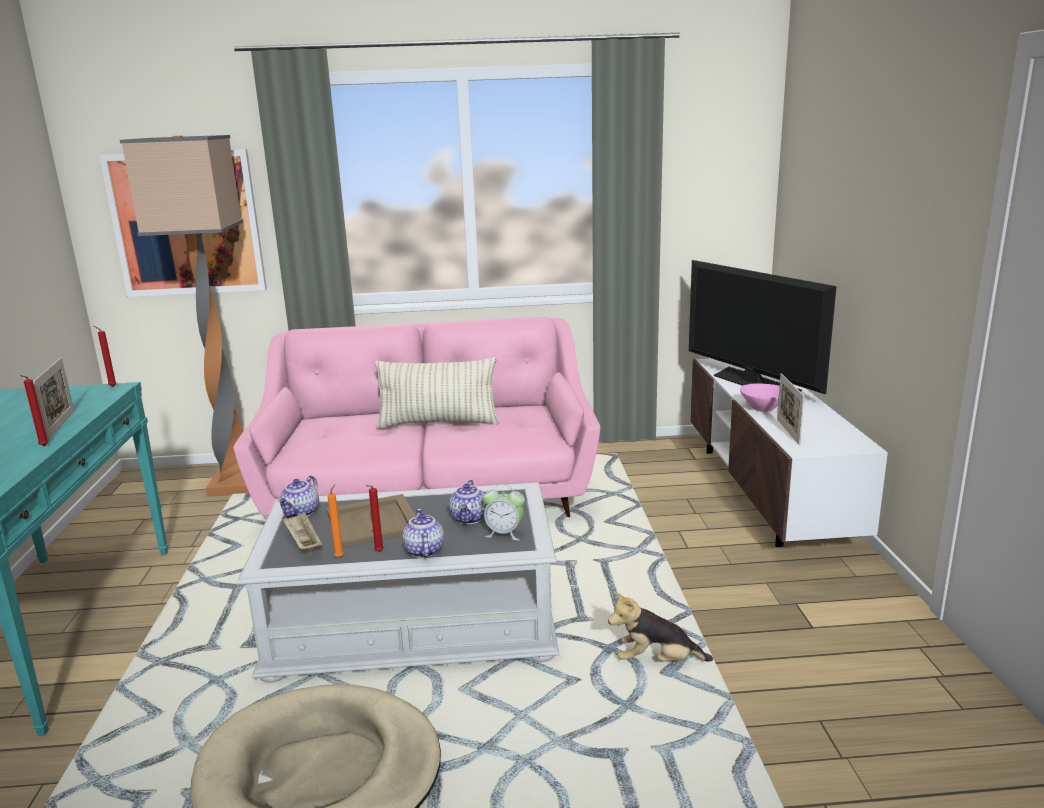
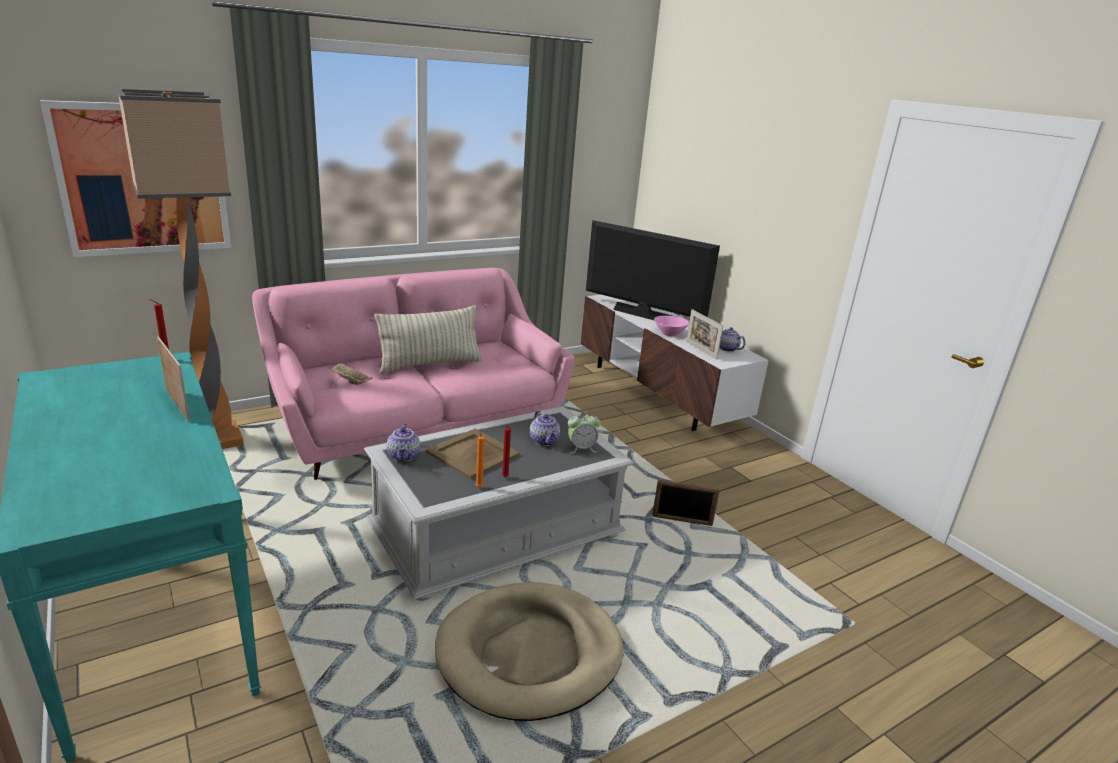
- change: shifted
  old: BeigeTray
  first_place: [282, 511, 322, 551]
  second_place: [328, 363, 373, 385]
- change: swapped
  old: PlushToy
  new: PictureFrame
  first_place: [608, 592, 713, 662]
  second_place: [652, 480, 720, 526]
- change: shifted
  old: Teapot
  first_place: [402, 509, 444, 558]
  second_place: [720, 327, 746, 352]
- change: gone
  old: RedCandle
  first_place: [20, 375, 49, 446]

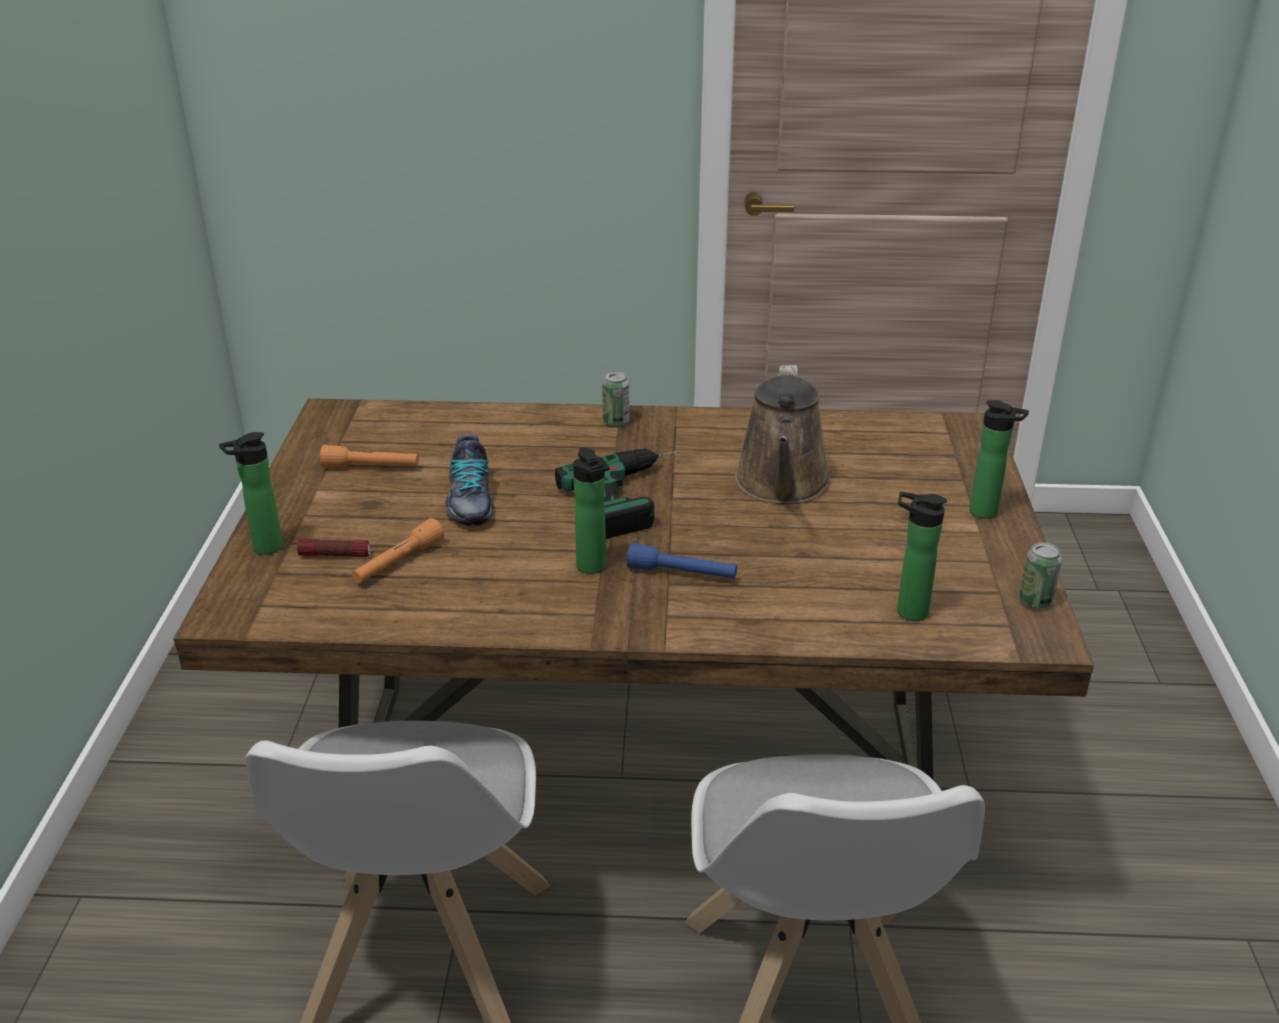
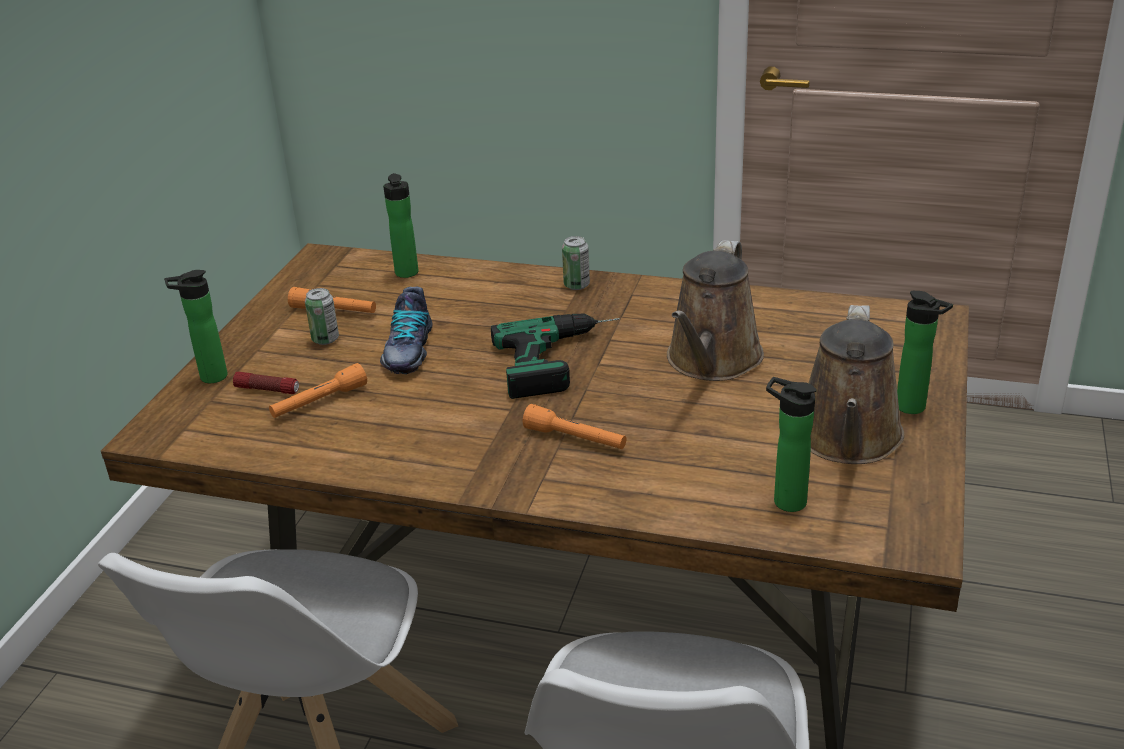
- change: shifted
  old: Can
  first_place: [1019, 542, 1062, 609]
  second_place: [305, 288, 339, 345]
- change: shifted
  old: Bottle
  first_place: [573, 447, 609, 574]
  second_place: [383, 173, 418, 278]
- change: repainted
  old: BlueFlashlight
  new: OrangeFlashlight
  first_place: [627, 543, 737, 579]
  second_place: [523, 404, 626, 449]
- change: new
  new: BrownWateringCan
  second_place: [809, 305, 904, 464]

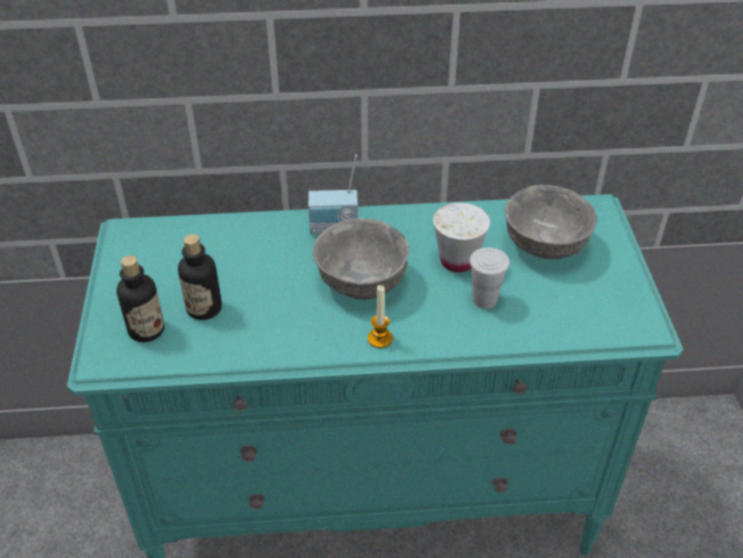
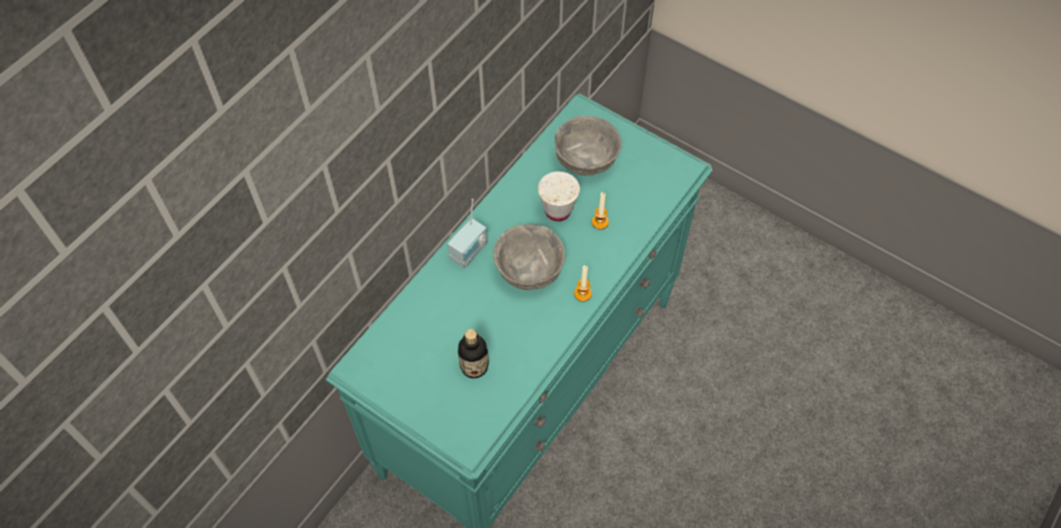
- change: swapped
  old: WhiteCup
  new: Candle
  first_place: [469, 247, 510, 309]
  second_place: [592, 192, 609, 229]
- change: gone
  old: Bottle
  first_place: [117, 255, 165, 342]

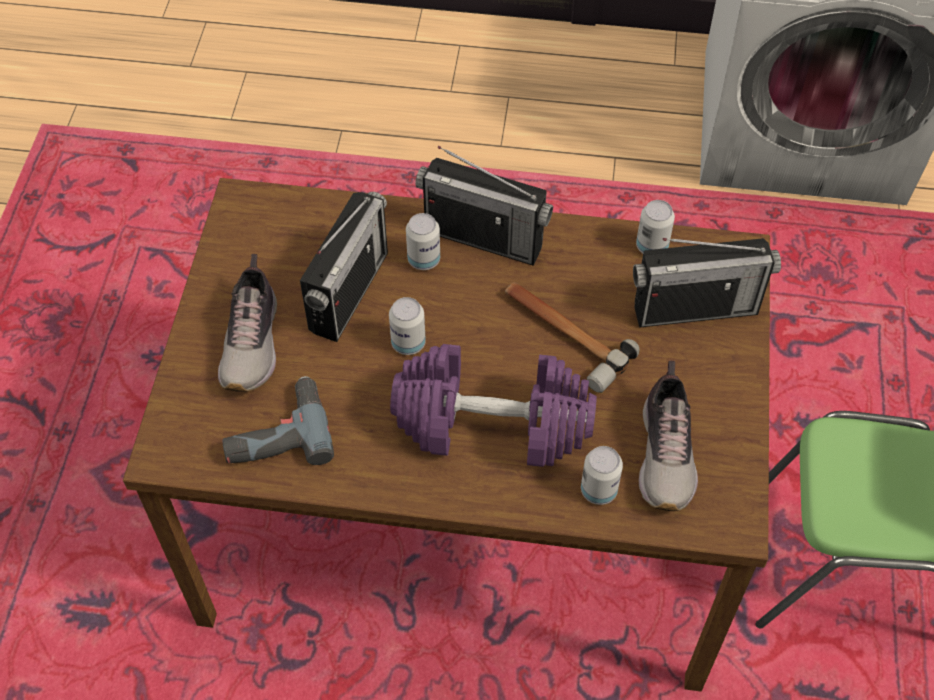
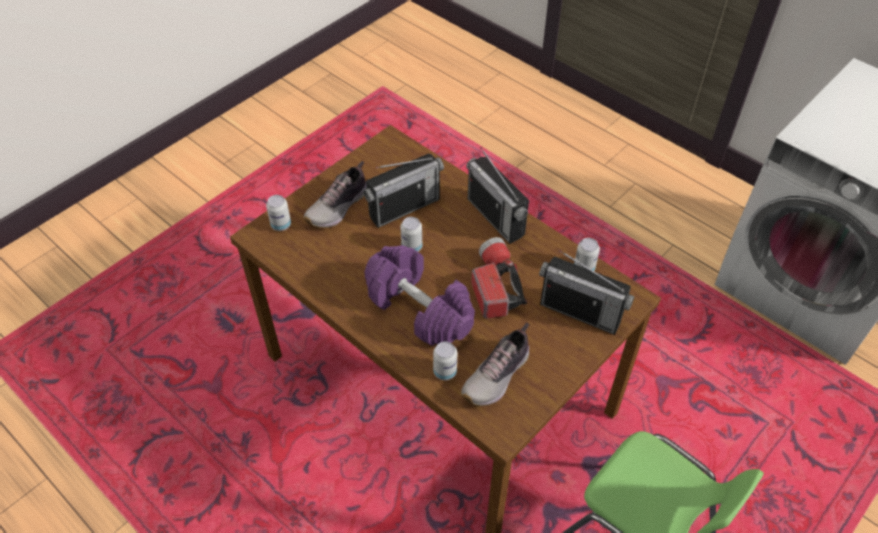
- change: shifted
  old: Can
  first_place: [406, 213, 440, 270]
  second_place: [266, 195, 291, 231]
- change: swapped
  old: Hammer
  new: Flashlight
  first_place: [505, 282, 640, 393]
  second_place: [471, 237, 527, 319]
- change: gone
  old: PowerDrill
  first_place: [222, 376, 334, 465]

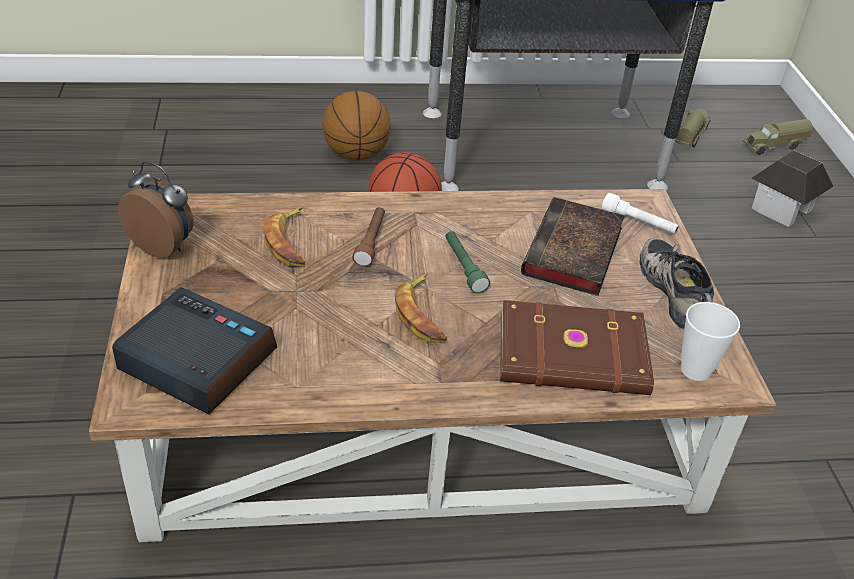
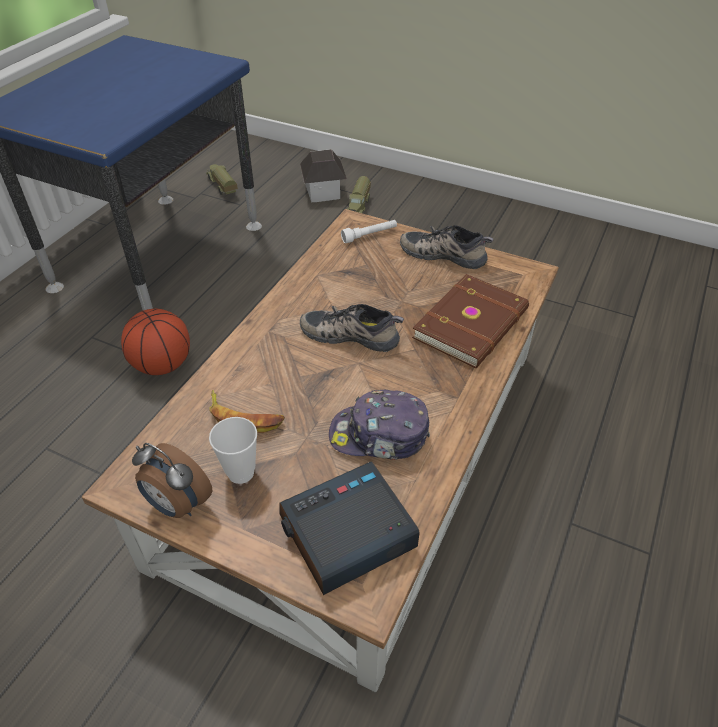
- change: rotated
  old: AlarmClock
  first_place: [118, 161, 194, 258]
  second_place: [132, 443, 213, 518]
  degrees: -120
- change: shifted
  old: Cup
  first_place: [681, 302, 740, 381]
  second_place: [209, 417, 257, 484]
- change: swapped
  old: GreenFlashlight
  new: Shoe
  first_place: [445, 231, 490, 294]
  second_place: [300, 304, 404, 352]
- change: new
  new: Cap
  second_place: [329, 390, 430, 460]
- change: shifted
  old: ToyTruck
  first_place: [743, 119, 813, 155]
  second_place: [346, 176, 371, 213]
- change: gone
  old: Basketball
  first_place: [322, 91, 391, 161]
- change: gone
  old: BrownFlashlight
  first_place: [352, 207, 385, 267]
- change: gone
  old: Banana
  first_place: [395, 273, 447, 343]
- change: gone
  old: Book
  first_place: [521, 197, 625, 296]

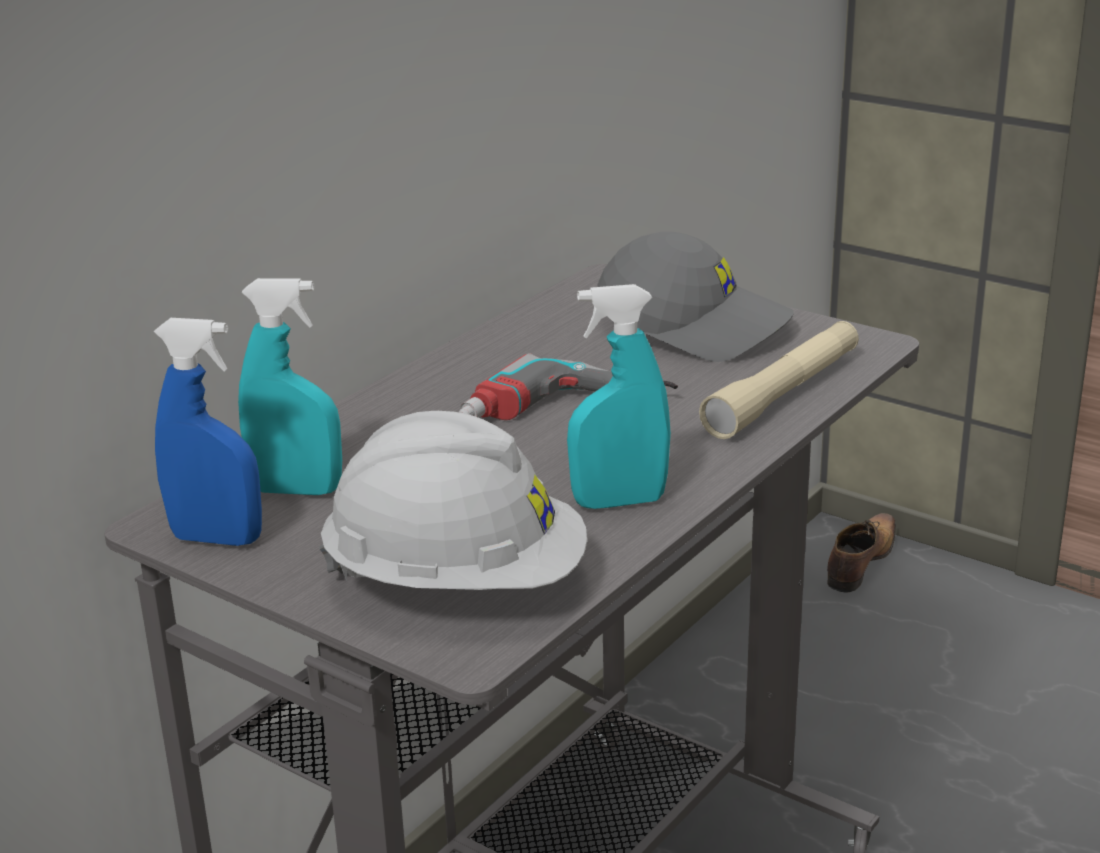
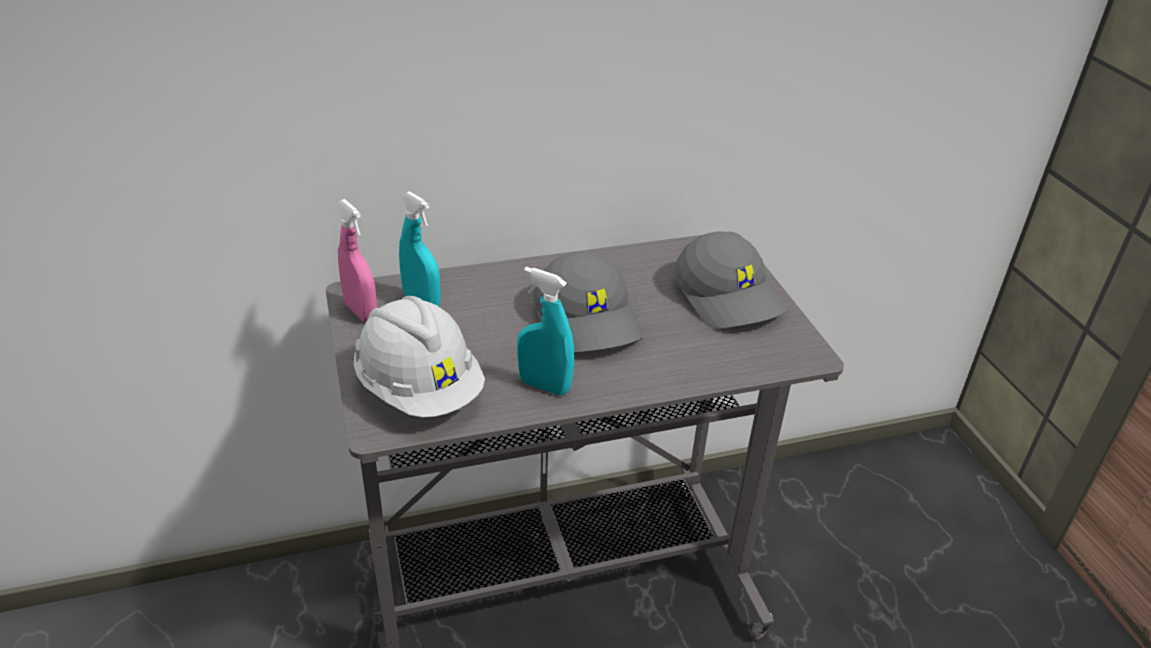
- change: repainted
  old: BlueSprayBottle
  new: PinkSprayBottle
  first_place: [154, 318, 262, 546]
  second_place: [337, 199, 377, 322]
- change: swapped
  old: PowerDrill
  new: GreyCap
  first_place: [459, 353, 678, 420]
  second_place: [533, 252, 643, 353]
- change: gone
  old: BeigeFlashlight
  first_place: [699, 321, 859, 439]
- change: gone
  old: Shoe
  first_place: [827, 513, 896, 592]

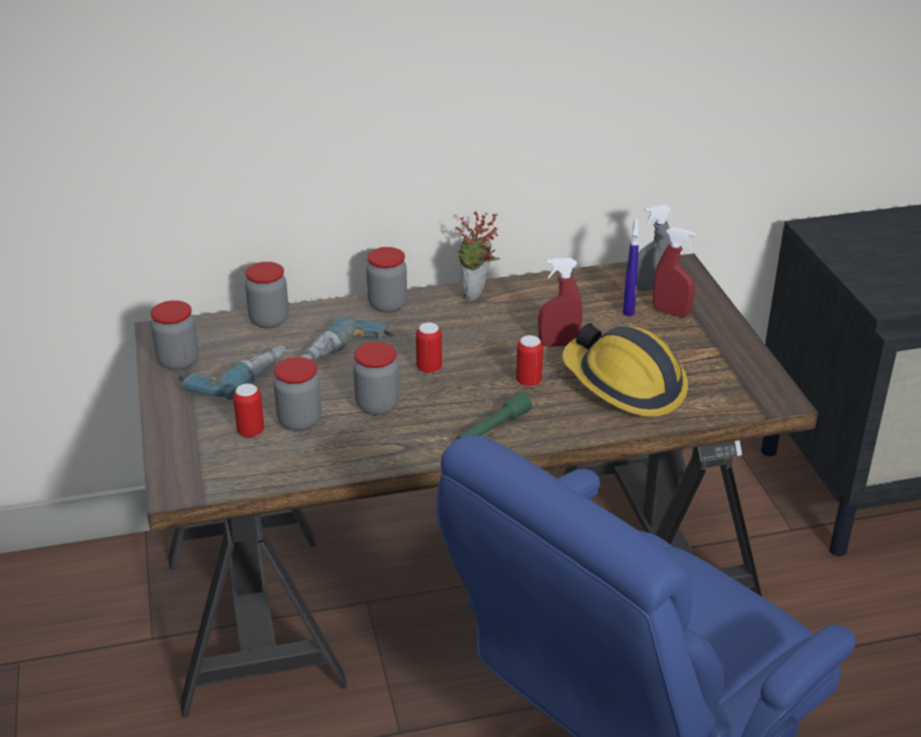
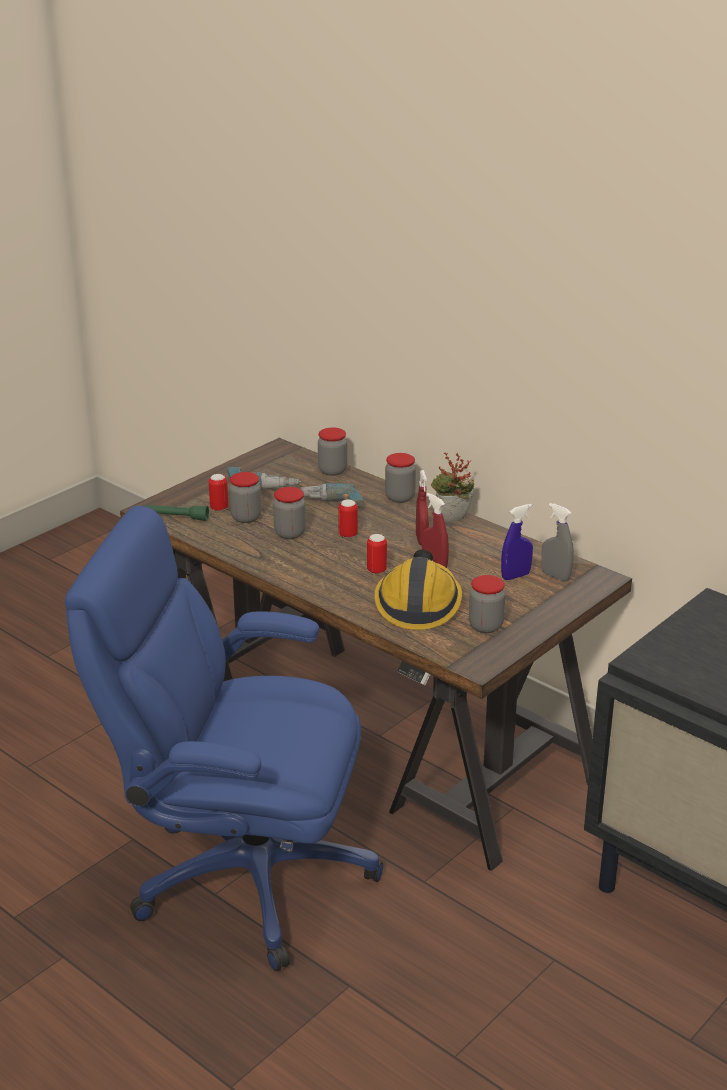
- change: shifted
  old: GreenFlashlight
  first_place: [456, 392, 532, 440]
  second_place: [145, 505, 209, 521]
- change: shifted
  old: RedSprayBottle
  first_place: [653, 227, 696, 317]
  second_place: [416, 470, 429, 546]
- change: shifted
  old: Jar
  first_place: [151, 300, 199, 370]
  second_place: [469, 575, 505, 633]

